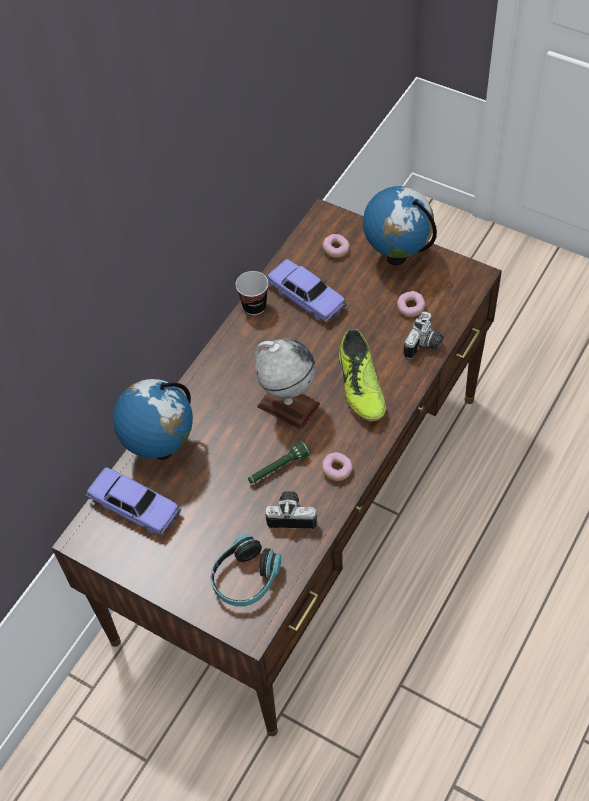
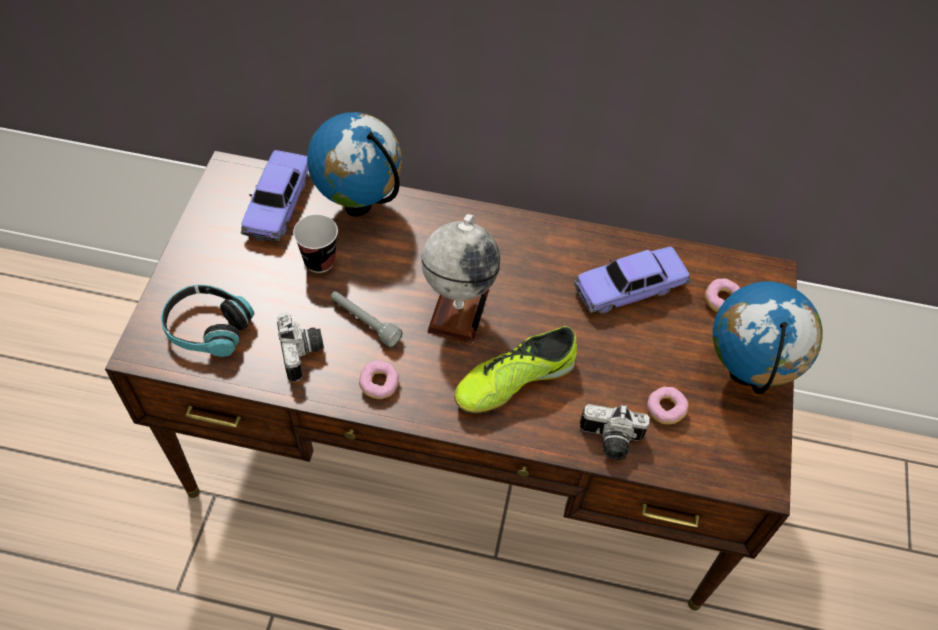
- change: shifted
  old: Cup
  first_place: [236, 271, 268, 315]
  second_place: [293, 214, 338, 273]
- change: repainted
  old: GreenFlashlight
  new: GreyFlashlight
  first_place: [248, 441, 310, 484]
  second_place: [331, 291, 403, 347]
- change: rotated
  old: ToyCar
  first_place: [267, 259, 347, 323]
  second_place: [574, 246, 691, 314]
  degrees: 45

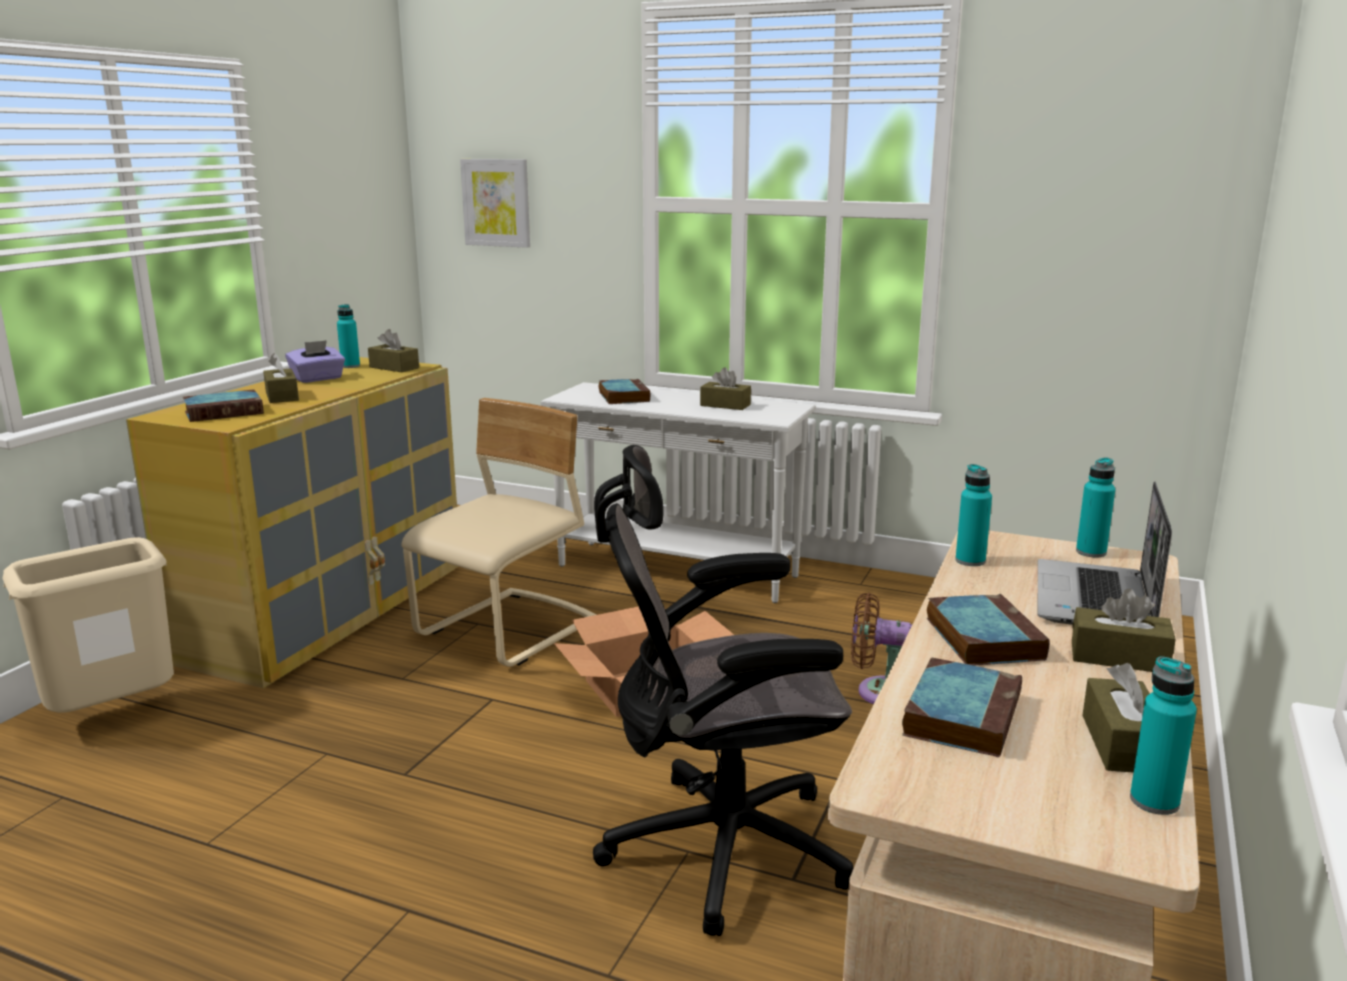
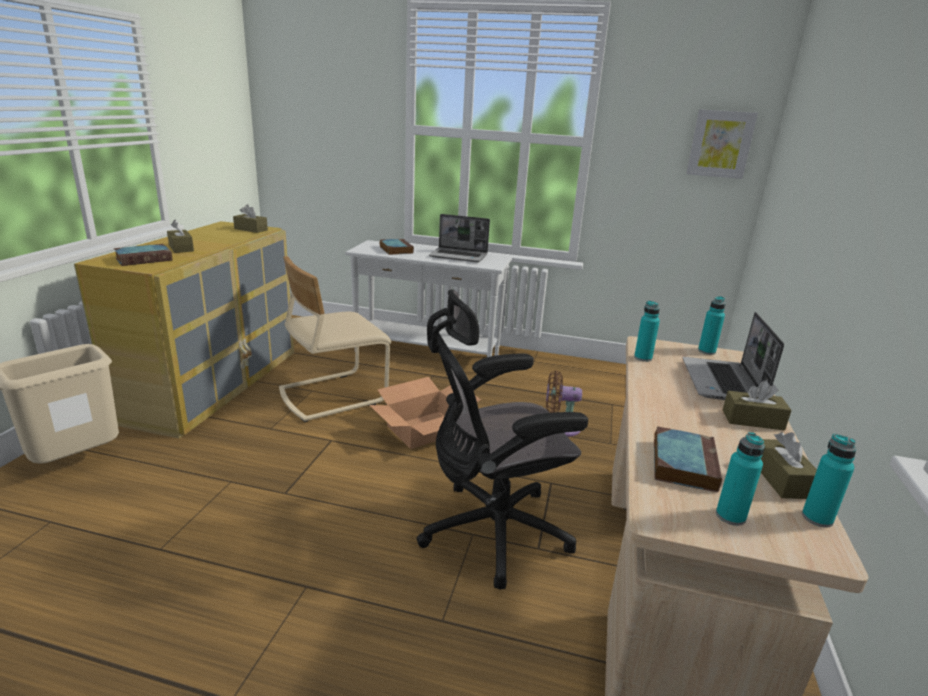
- change: rotated
  old: BeigeChair
  first_place: [401, 398, 597, 667]
  second_place: [279, 256, 391, 422]
  degrees: -150
- change: swapped
  old: BrownTissueBox
  new: Laptop
  first_place: [700, 367, 751, 410]
  second_place: [429, 214, 490, 262]
- change: shifted
  old: Picture
  first_place: [460, 159, 530, 248]
  second_place: [686, 109, 758, 179]
- change: shifted
  old: TurquoiseBottle
  first_place: [337, 304, 360, 368]
  second_place: [716, 432, 765, 526]
- change: gone
  old: PurpleTissueBox
  first_place: [286, 340, 345, 383]
- change: gone
  old: Book
  first_place: [927, 594, 1050, 666]

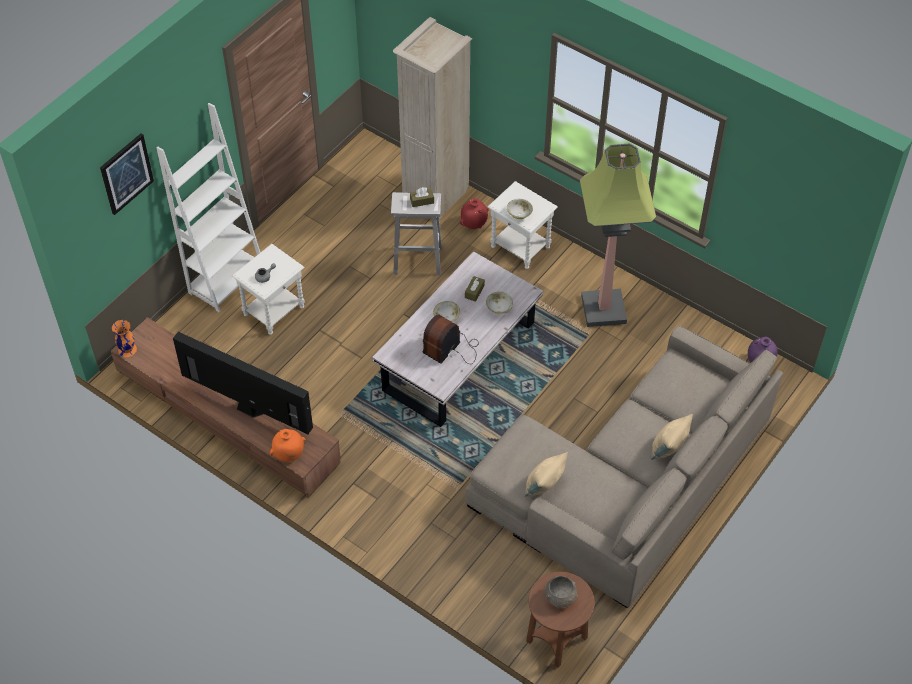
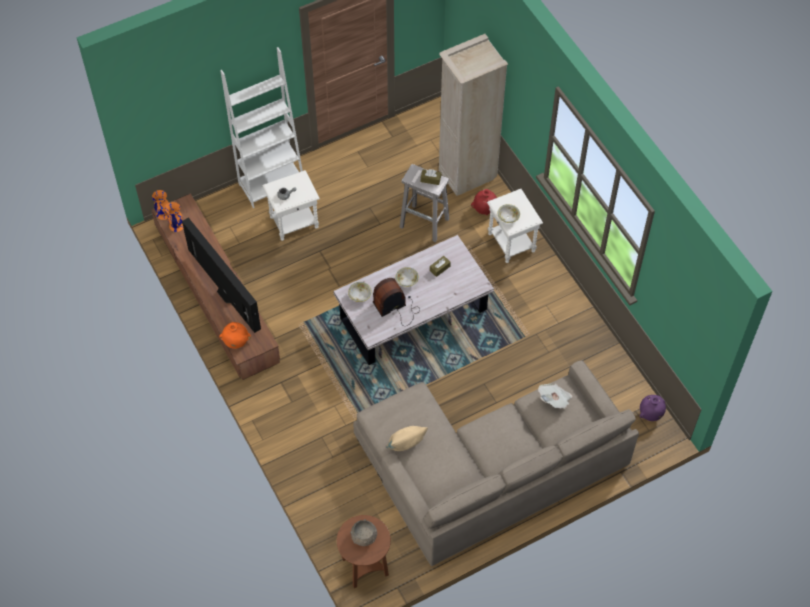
- change: new
  new: OrangeVase
  second_place: [165, 202, 183, 232]
- change: shifted
  old: Bowl
  first_place: [486, 291, 513, 314]
  second_place: [348, 282, 372, 302]
- change: new
  new: Newspaper
  second_place: [538, 384, 573, 408]
- change: gone
  old: Picture
  first_place: [100, 133, 154, 215]
- change: gone
  old: FloorLamp
  first_place: [580, 144, 656, 327]
- change: gone
  old: BeigePillow
  first_place: [651, 414, 693, 460]

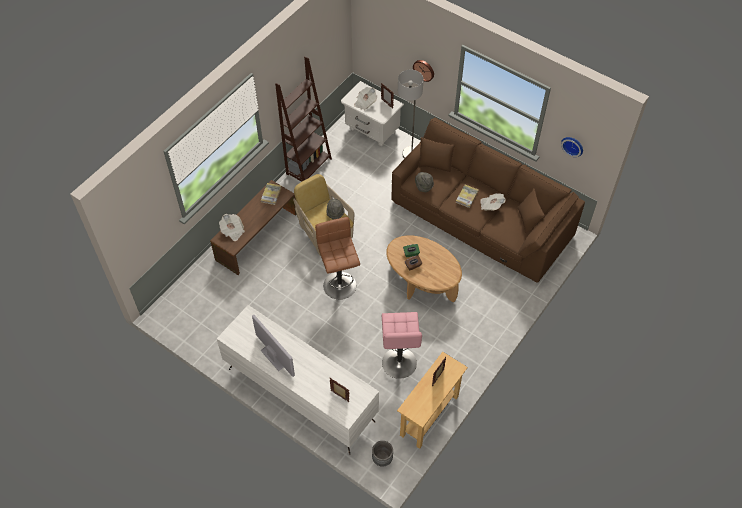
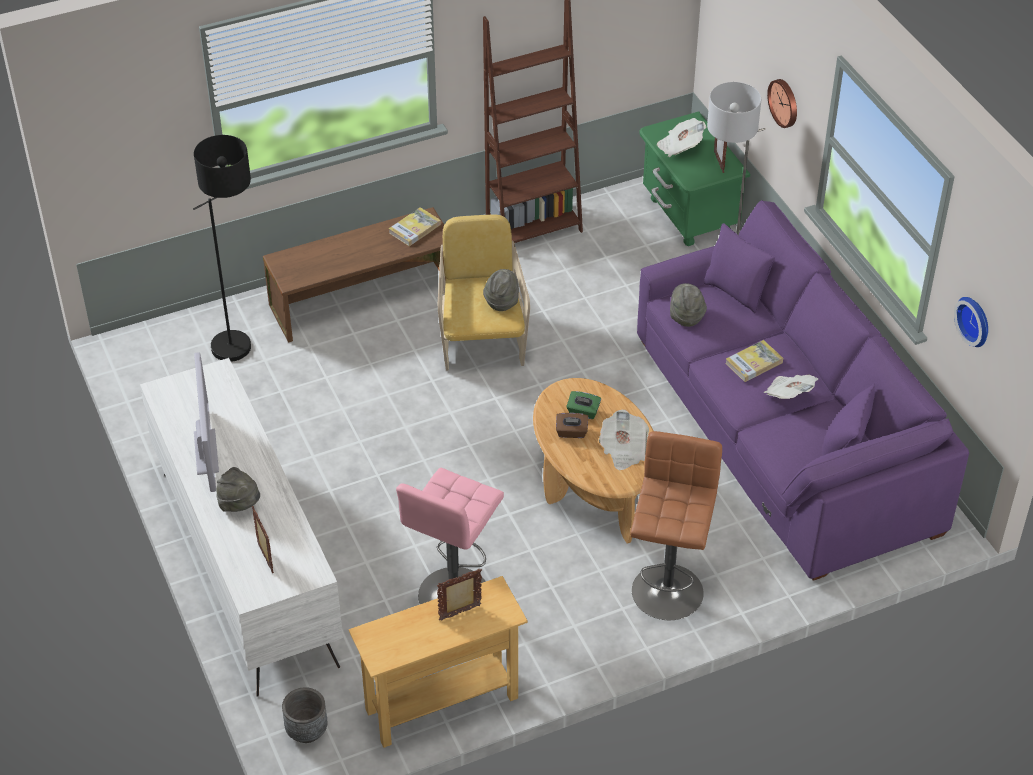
- change: new
  new: BlackFloorLamp
  second_place: [193, 135, 251, 362]
- change: new
  new: GreyHat
  second_place: [216, 467, 260, 512]
- change: shifted
  old: Newspaper
  first_place: [219, 214, 245, 241]
  second_place: [599, 410, 649, 470]
- change: shifted
  old: BrownStool
  first_place: [315, 217, 360, 300]
  second_place: [630, 431, 722, 620]
- change: repainted
  old: BrownSofa
  new: PurpleSofa
  first_place: [392, 118, 585, 283]
  second_place: [637, 200, 969, 581]
- change: repainted
  old: WhiteNightstand
  new: GreenNightstand
  first_place: [341, 81, 404, 146]
  second_place: [639, 111, 750, 246]

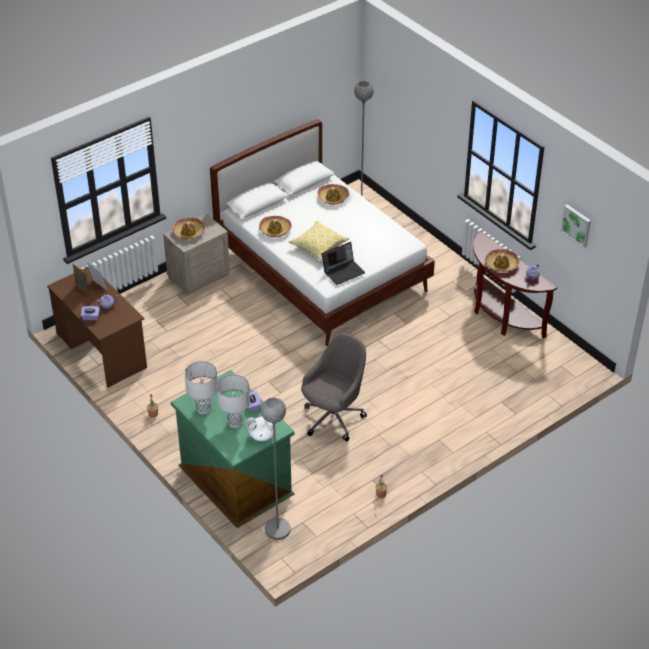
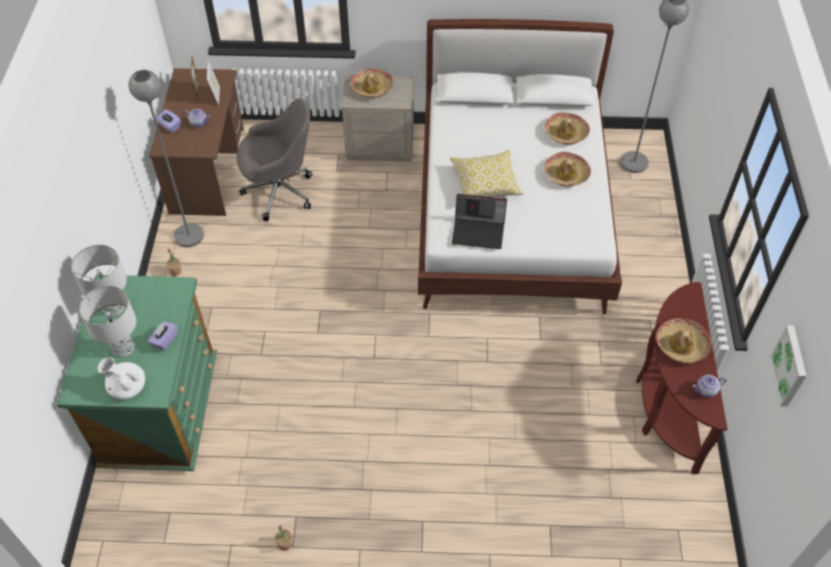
- change: shifted
  old: GreyFloorLamp
  first_place: [261, 398, 291, 540]
  second_place: [128, 70, 204, 247]
- change: shifted
  old: GreyOfficeChair
  first_place: [301, 333, 367, 441]
  second_place: [237, 99, 313, 221]
- change: shifted
  old: Hat
  first_place: [259, 216, 292, 237]
  second_place: [544, 152, 591, 187]

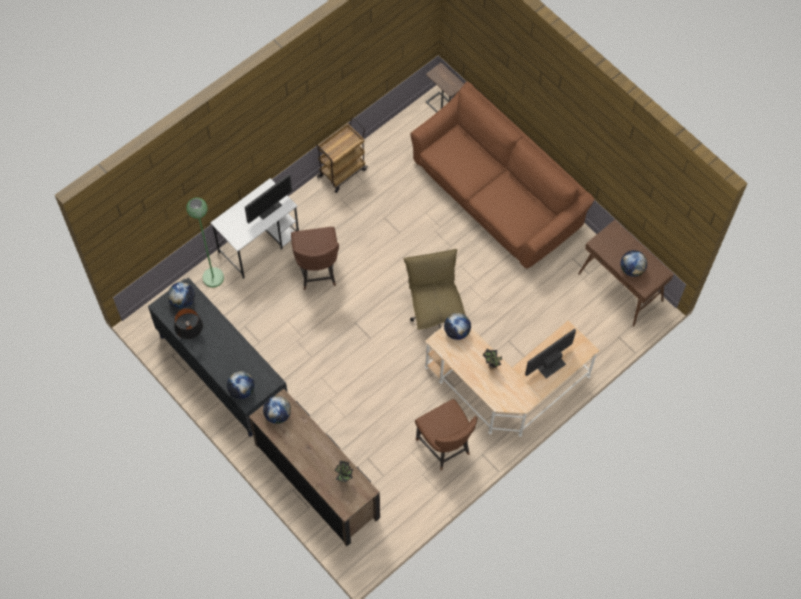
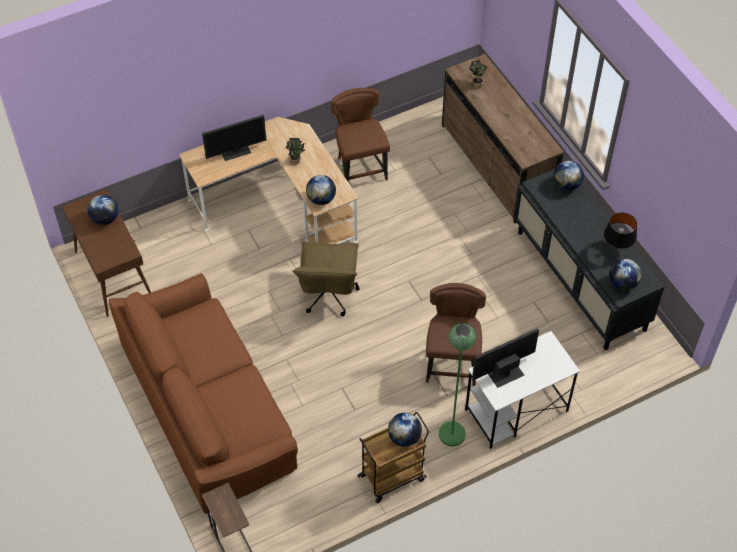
- change: shifted
  old: Globe
  first_place: [263, 396, 291, 424]
  second_place: [388, 413, 422, 447]
- change: shifted
  old: GreenFloorLamp
  first_place: [186, 198, 224, 287]
  second_place: [439, 323, 476, 446]

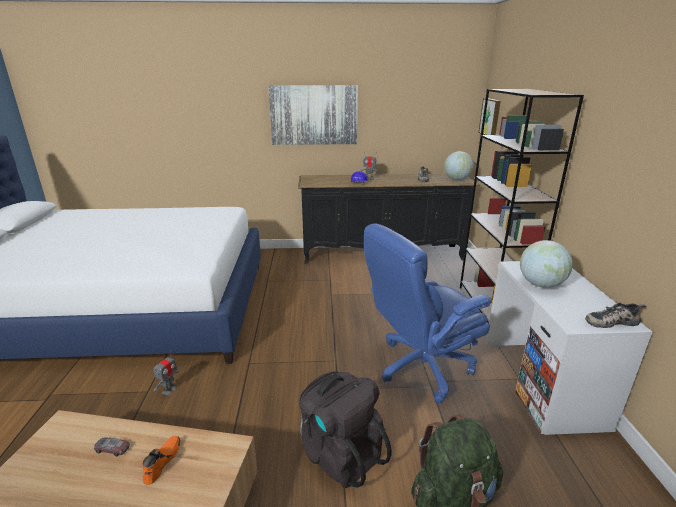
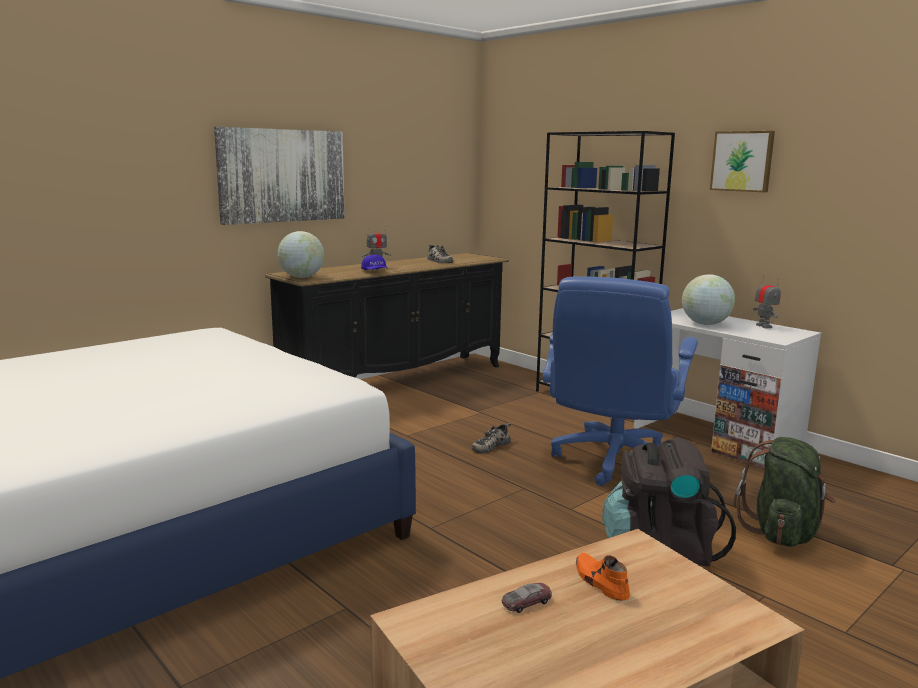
- change: shifted
  old: Globe
  first_place: [444, 151, 474, 180]
  second_place: [277, 231, 324, 278]
- change: shifted
  old: Shoe
  first_place: [585, 303, 646, 328]
  second_place: [472, 423, 511, 453]
- change: shifted
  old: Picture
  first_place: [479, 98, 501, 135]
  second_place: [710, 131, 775, 192]
- change: shifted
  old: ToyRobot
  first_place: [154, 350, 180, 395]
  second_place: [753, 276, 781, 328]

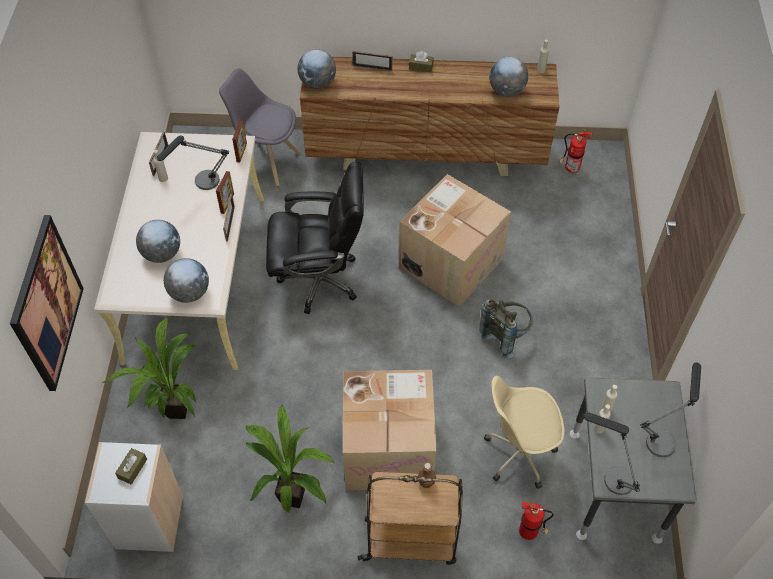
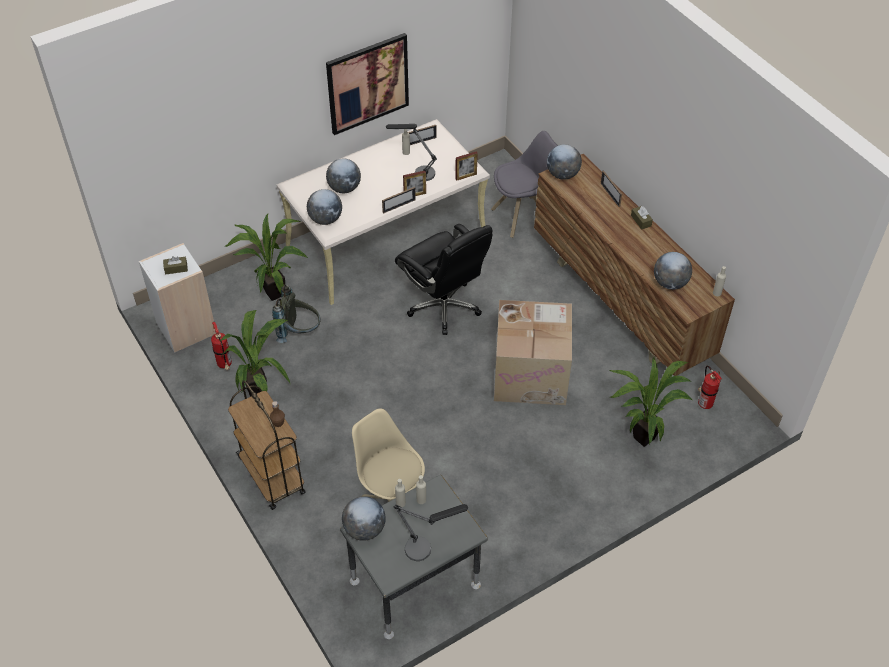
- change: shifted
  old: FireExtinguisher
  first_place: [519, 502, 554, 540]
  second_place: [211, 322, 232, 370]
- change: shifted
  old: GreyBackpack
  first_place: [479, 300, 533, 359]
  second_place: [272, 284, 321, 343]
- change: shifted
  old: Picture
  first_place: [10, 215, 84, 391]
  second_place: [326, 33, 409, 135]
- change: swapped
  old: TableLamp
  new: Globe
  first_place: [584, 412, 640, 495]
  second_place: [342, 496, 386, 541]
- change: rotated
  old: GreyChair
  first_place: [219, 68, 301, 187]
  second_place: [491, 131, 558, 238]
  degrees: 75
- change: new
  new: PottedPlant
  second_place: [610, 358, 692, 447]
- change: gone
  old: CardboardBox
  first_place: [343, 370, 436, 490]

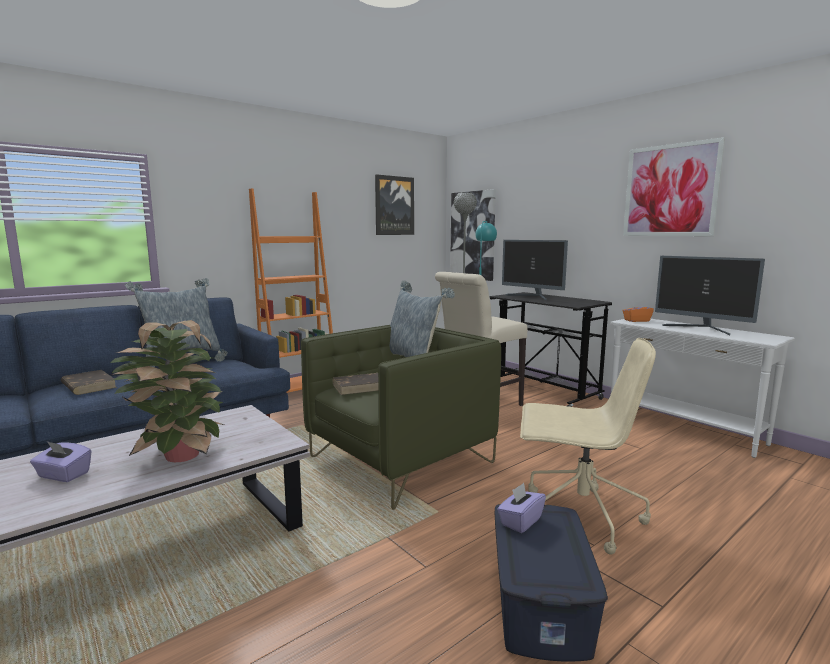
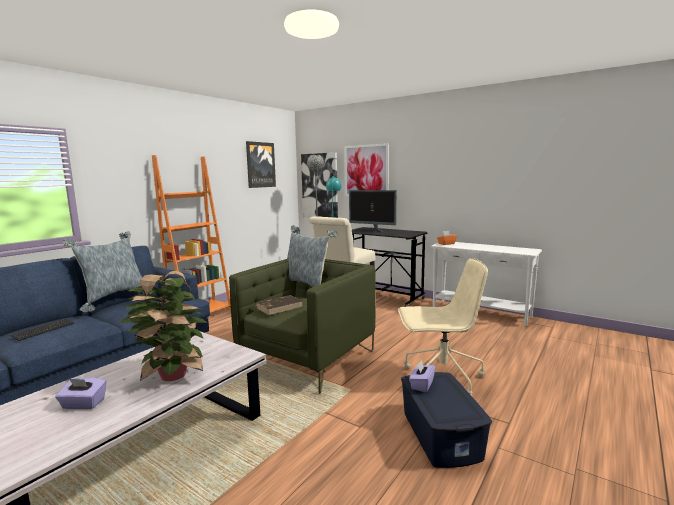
- change: swapped
  old: BrownBook
  new: Keyboard
  first_place: [61, 370, 117, 395]
  second_place: [10, 319, 74, 341]
- change: shifted
  old: Picture
  first_place: [623, 137, 725, 236]
  second_place: [344, 143, 389, 196]
- change: gone
  old: Monitor
  first_place: [655, 256, 765, 335]

